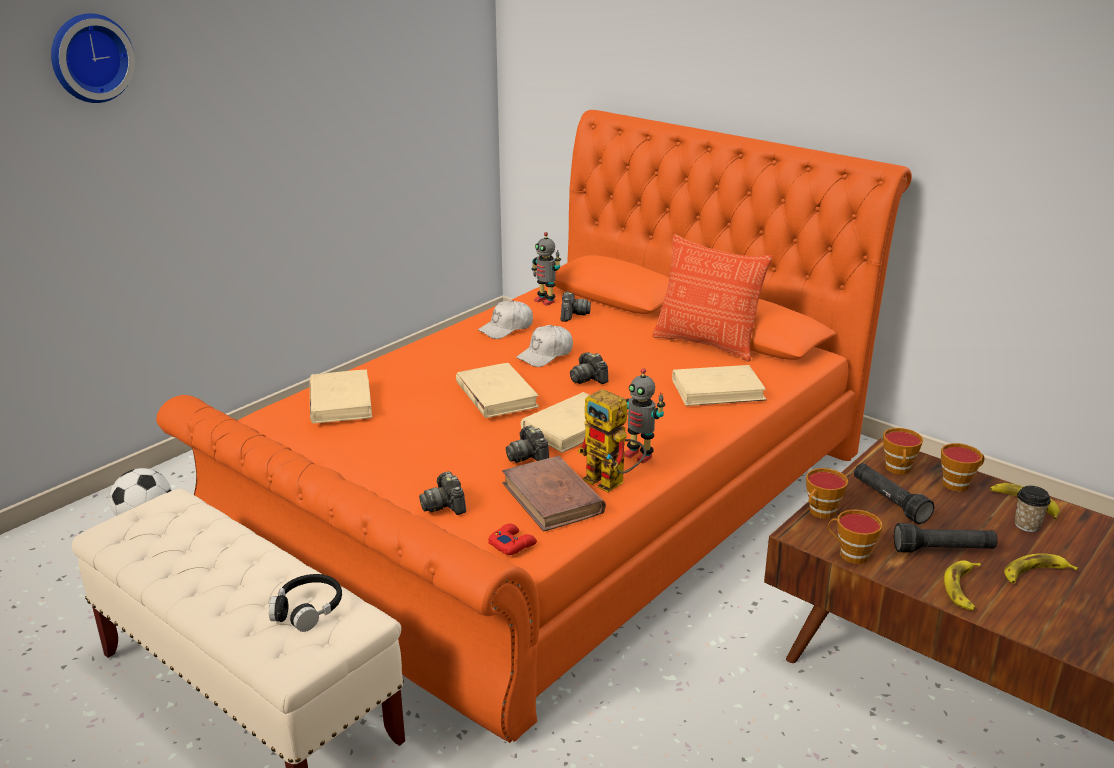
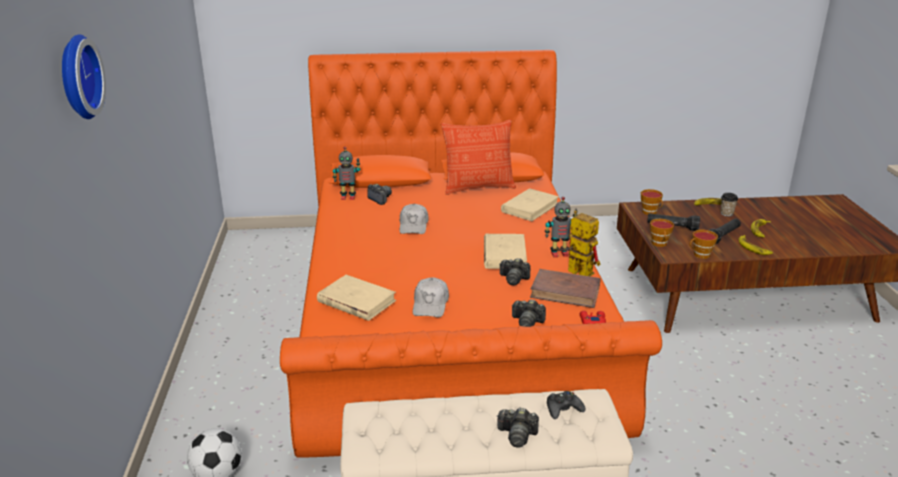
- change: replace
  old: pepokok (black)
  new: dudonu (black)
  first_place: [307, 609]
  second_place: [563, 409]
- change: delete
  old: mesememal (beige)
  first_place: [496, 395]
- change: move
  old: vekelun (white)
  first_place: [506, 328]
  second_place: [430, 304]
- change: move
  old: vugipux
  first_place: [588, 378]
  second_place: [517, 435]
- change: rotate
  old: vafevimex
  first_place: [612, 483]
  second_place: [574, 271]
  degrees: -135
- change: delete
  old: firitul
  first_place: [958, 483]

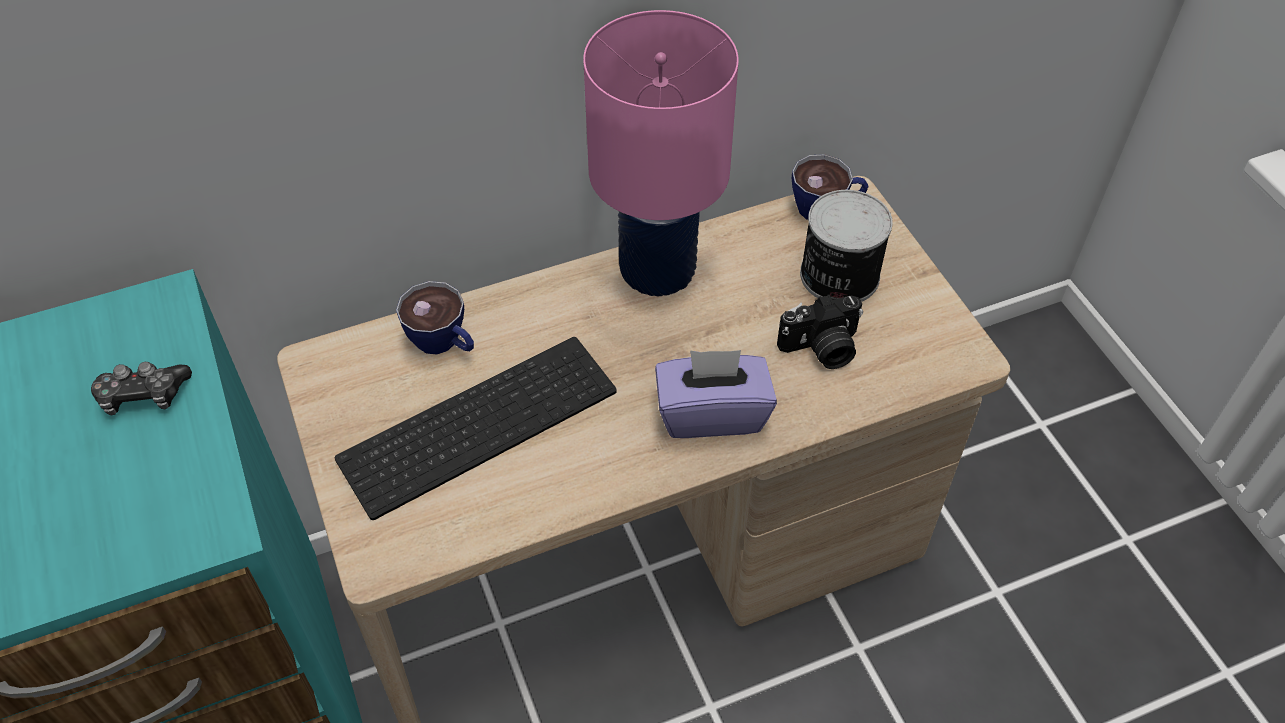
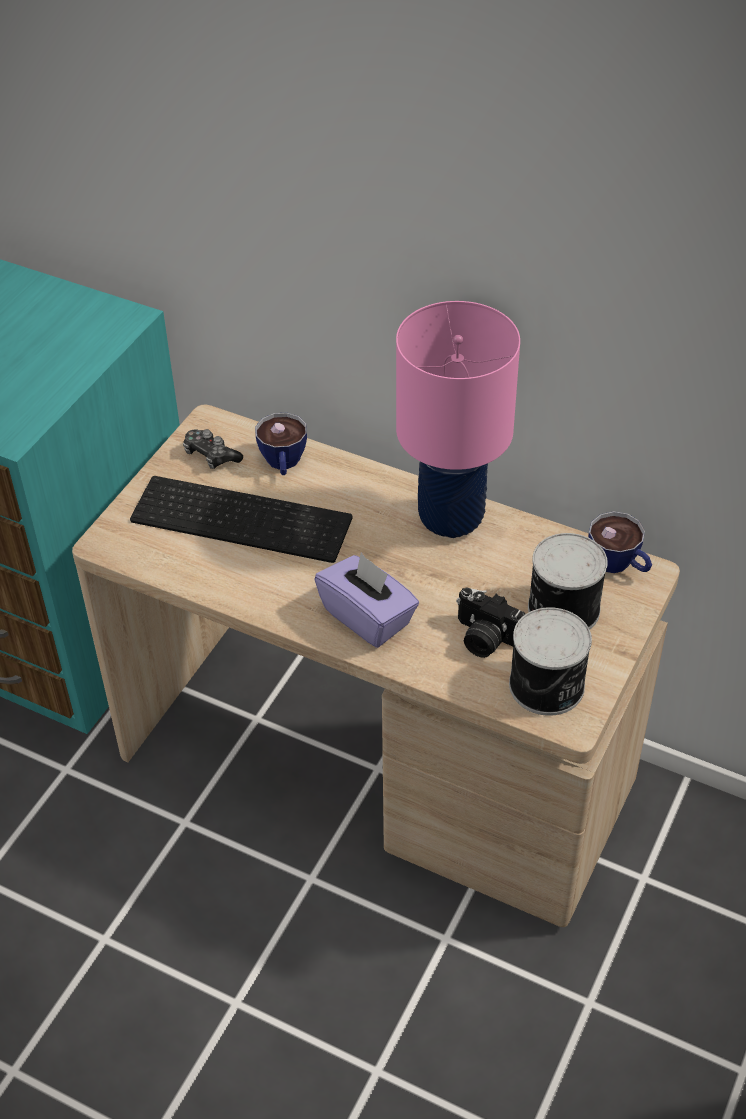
- change: move
  old: dudonu
  first_place: [143, 396]
  second_place: [211, 455]
- change: insert
  new: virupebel
  second_place: [548, 686]

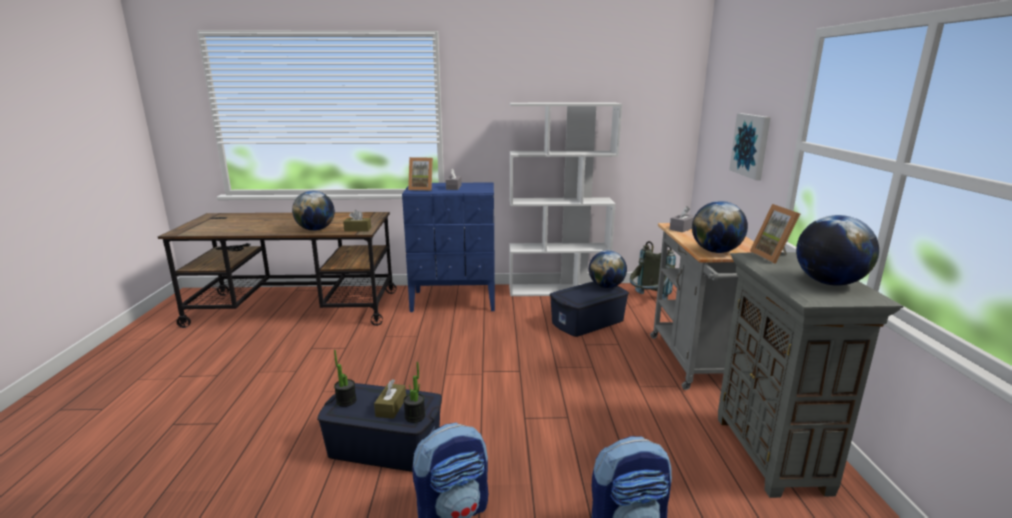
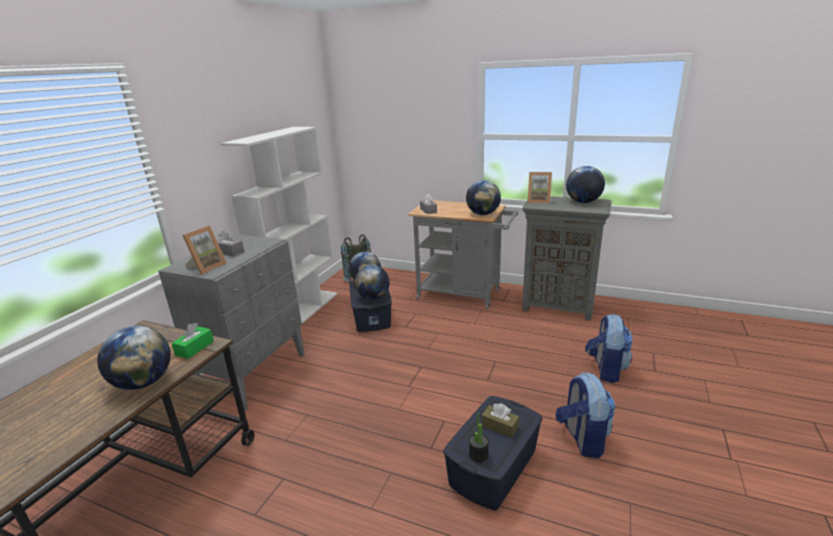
- change: recolor
  old: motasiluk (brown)
  new: motasiluk (green)
  first_place: [357, 229]
  second_place: [195, 348]
- change: recolor
  old: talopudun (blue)
  new: talopudun (grey)
  first_place: [454, 301]
  second_place: [255, 375]
- change: delete
  old: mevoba
  first_place: [415, 416]
- change: delete
  old: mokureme
  first_place: [751, 145]
- change: insert
  new: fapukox
  second_place: [373, 297]

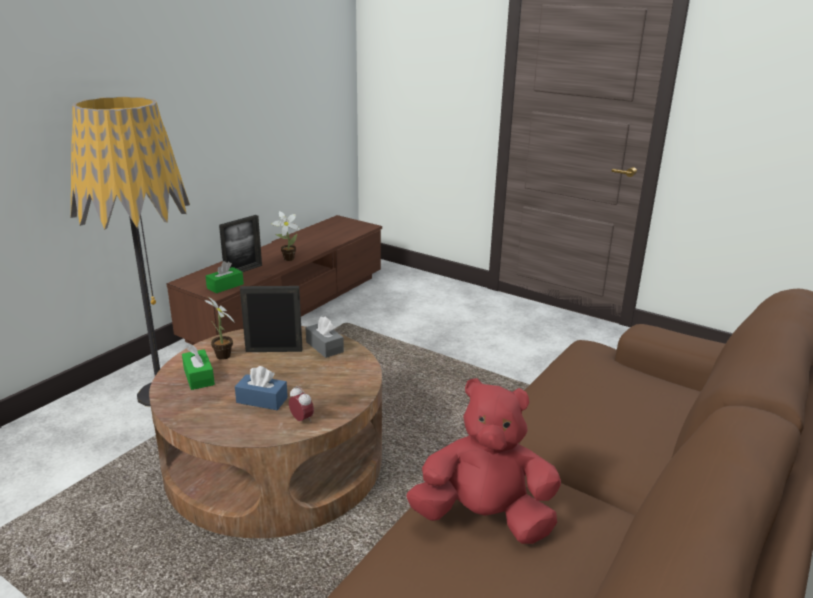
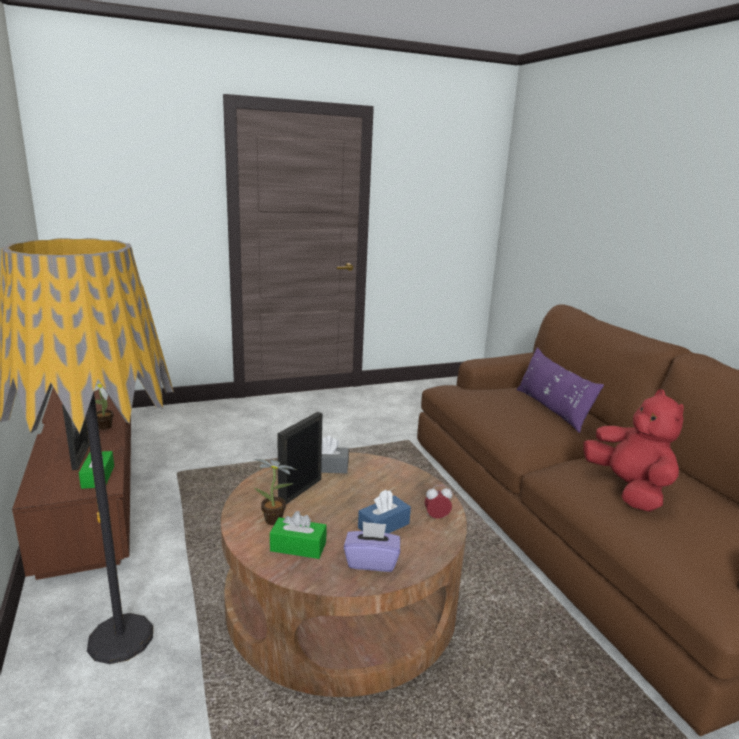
- change: rotate
  old: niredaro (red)
  first_place: [484, 518]
  second_place: [628, 489]
  degrees: 120
- change: insert
  new: motasiluk (purple)
  second_place: [371, 561]
- change: insert
  new: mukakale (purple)
  second_place: [551, 409]

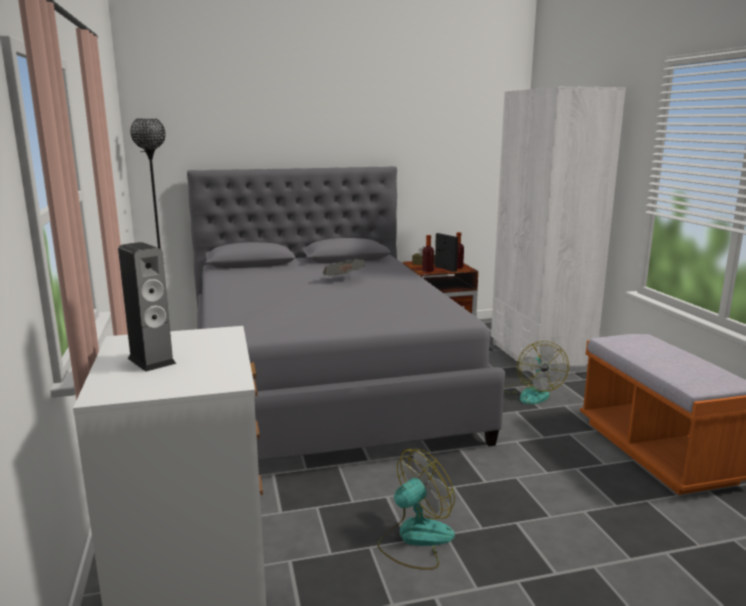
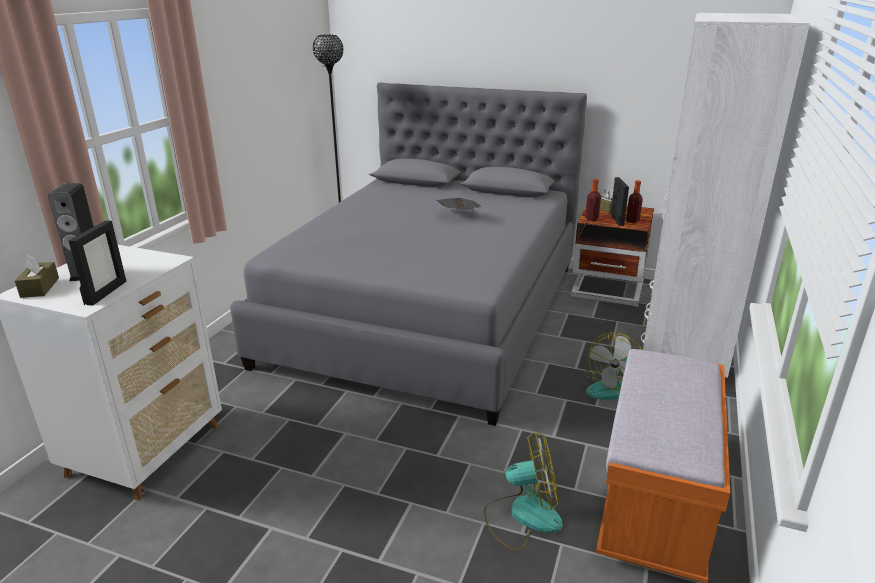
- change: move
  old: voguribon
  first_place: [415, 539]
  second_place: [522, 515]
- change: insert
  new: motasiluk (brown)
  second_place: [40, 287]
- change: insert
  new: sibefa
  second_place: [106, 292]

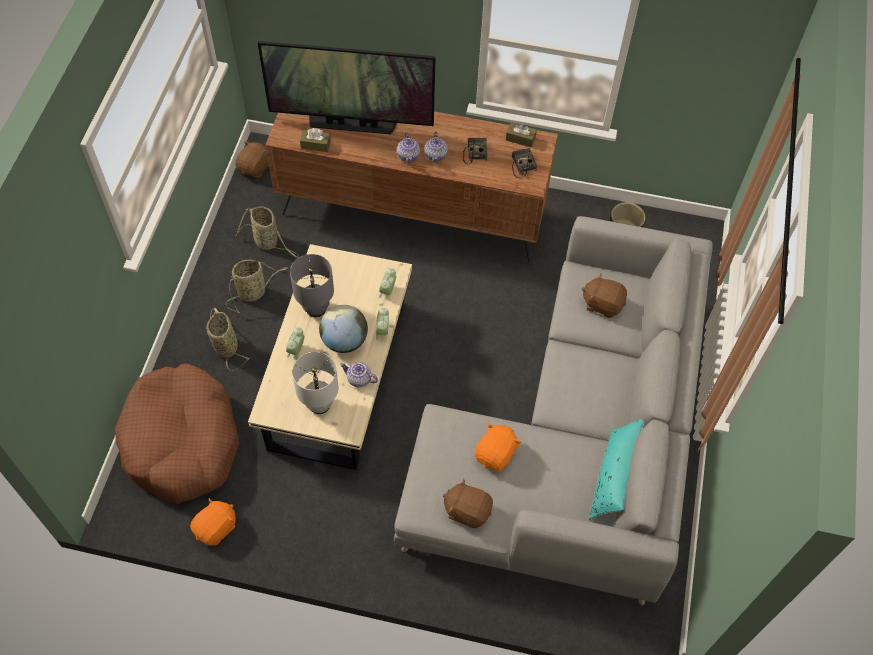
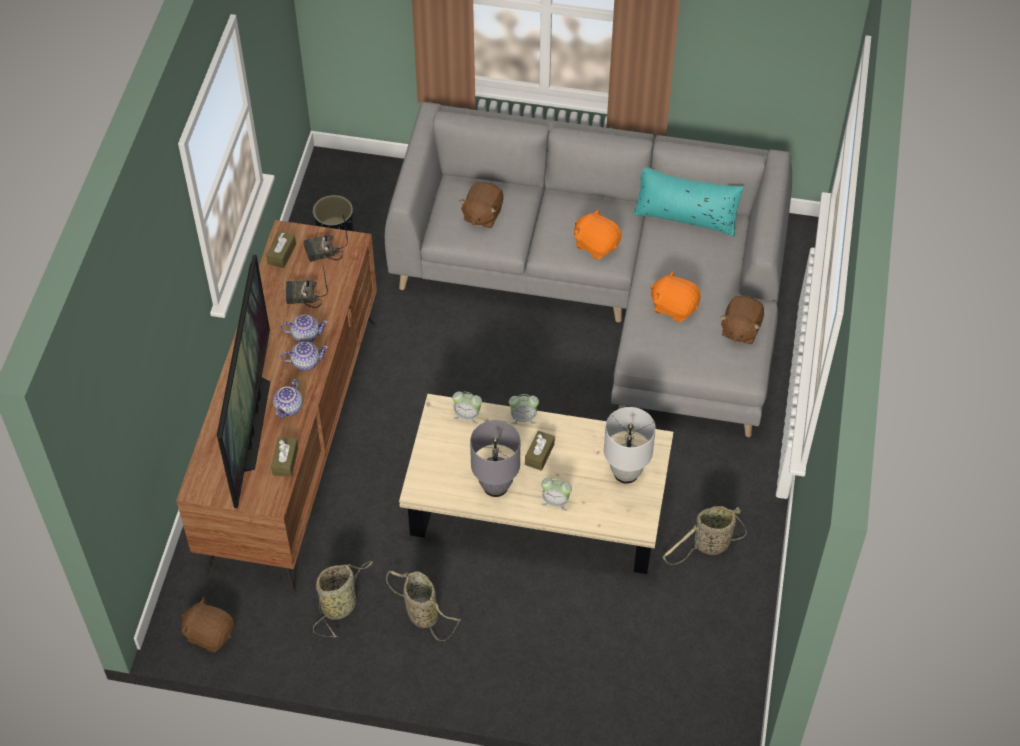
- change: delete
  old: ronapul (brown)
  first_place: [182, 441]
- change: move
  old: niredaro (orange)
  first_place: [216, 528]
  second_place: [596, 245]
- change: move
  old: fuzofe
  first_place: [225, 345]
  second_place: [709, 545]
- change: replace
  old: fapukox
  new: motasiluk (brown)
  first_place: [344, 341]
  second_place: [539, 454]
- change: move
  old: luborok
  first_place: [358, 379]
  second_place: [289, 408]

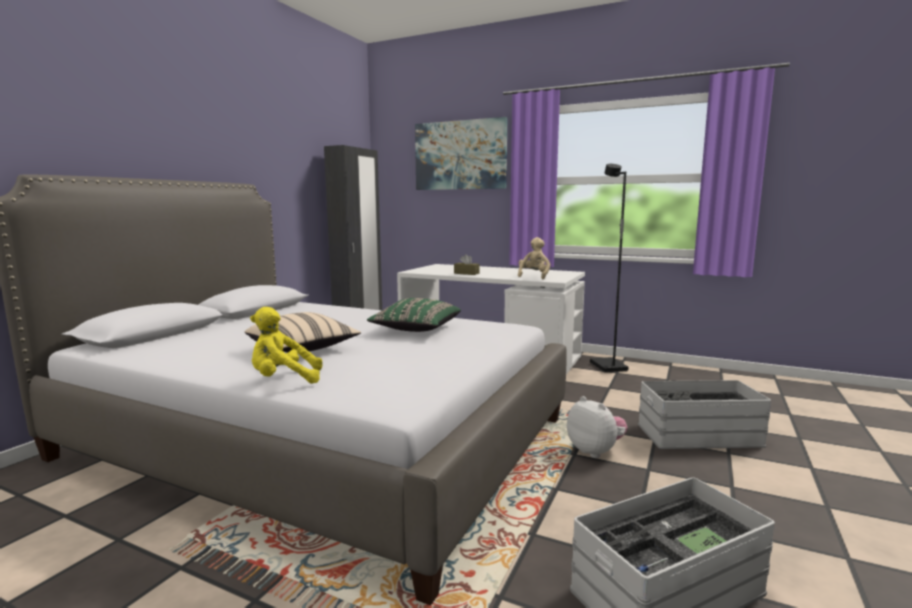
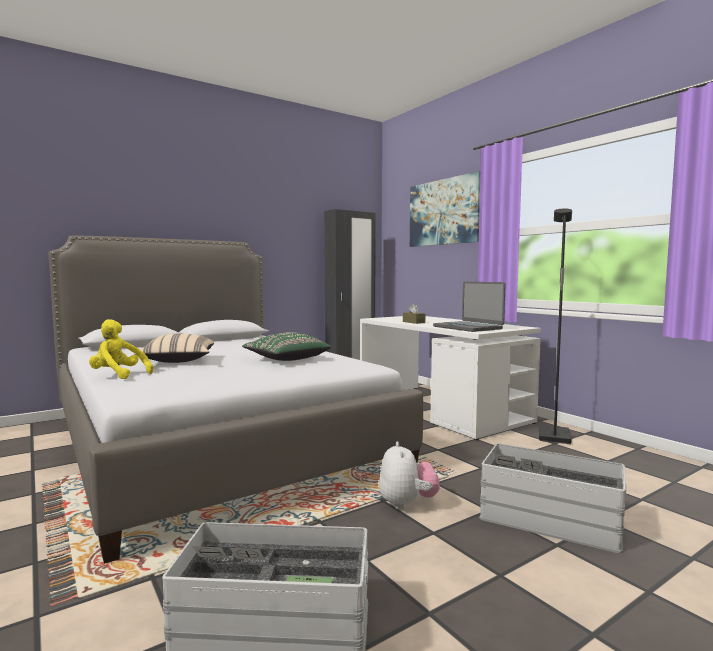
- change: replace
  old: niredaro (beige)
  new: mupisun
  first_place: [534, 276]
  second_place: [468, 327]

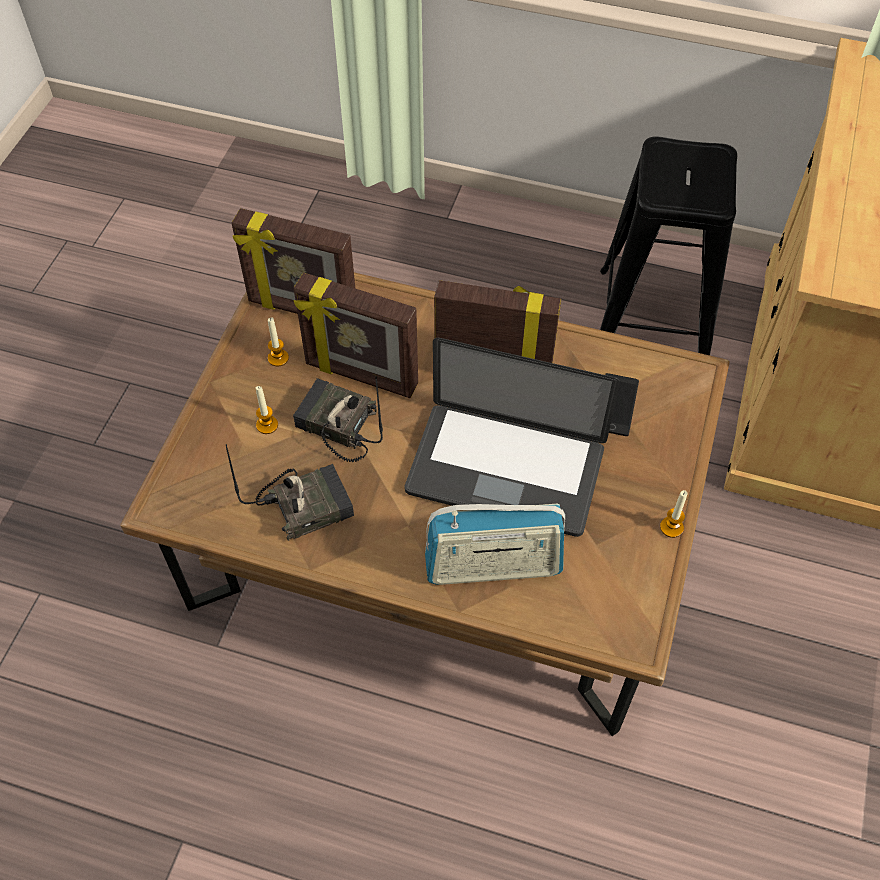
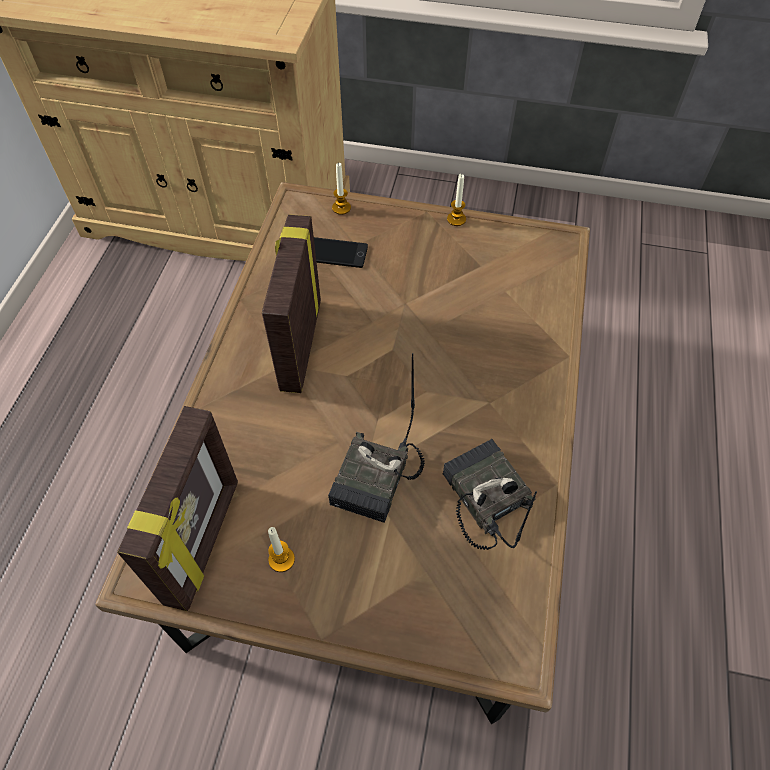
- change: move
  old: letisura
  first_place: [267, 425]
  second_place: [341, 208]
- change: delete
  old: sibefa
  first_place: [361, 376]
- change: delete
  old: mupisun
  first_place: [505, 470]
- change: delete
  old: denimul
  first_place: [493, 566]
- change: delete
  old: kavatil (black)
  first_place: [651, 322]

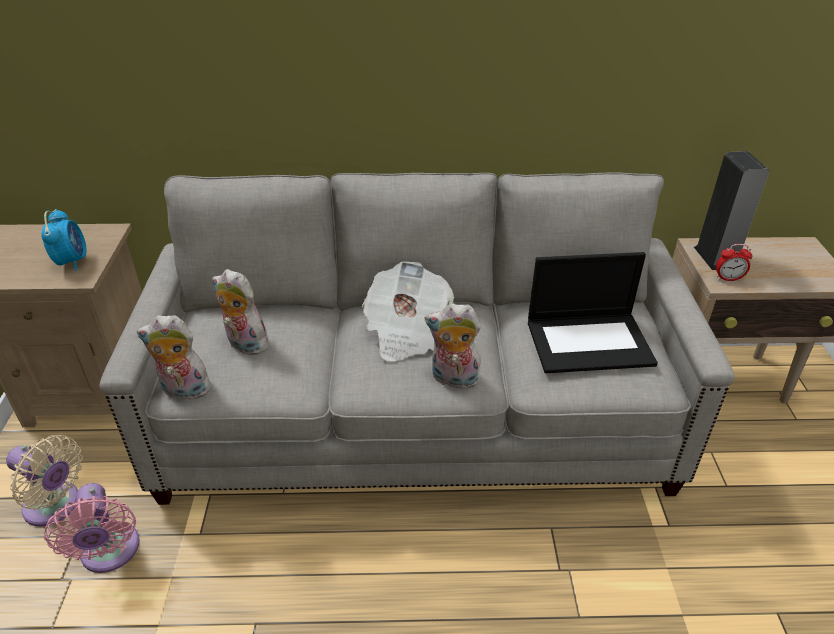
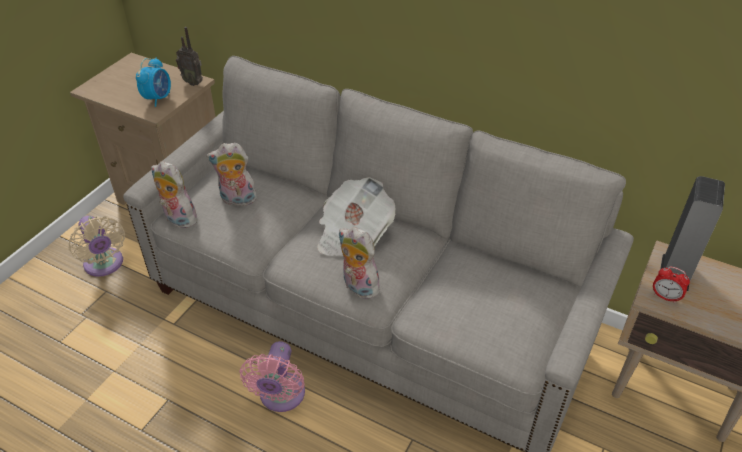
- change: move
  old: voguribon (pink)
  first_place: [110, 553]
  second_place: [280, 397]
- change: rotate
  old: niredaro
  first_place: [244, 344]
  second_place: [237, 200]
  degrees: -60
- change: delete
  old: mupisun
  first_place: [590, 342]
- change: insert
  new: denimul
  second_place: [193, 82]

